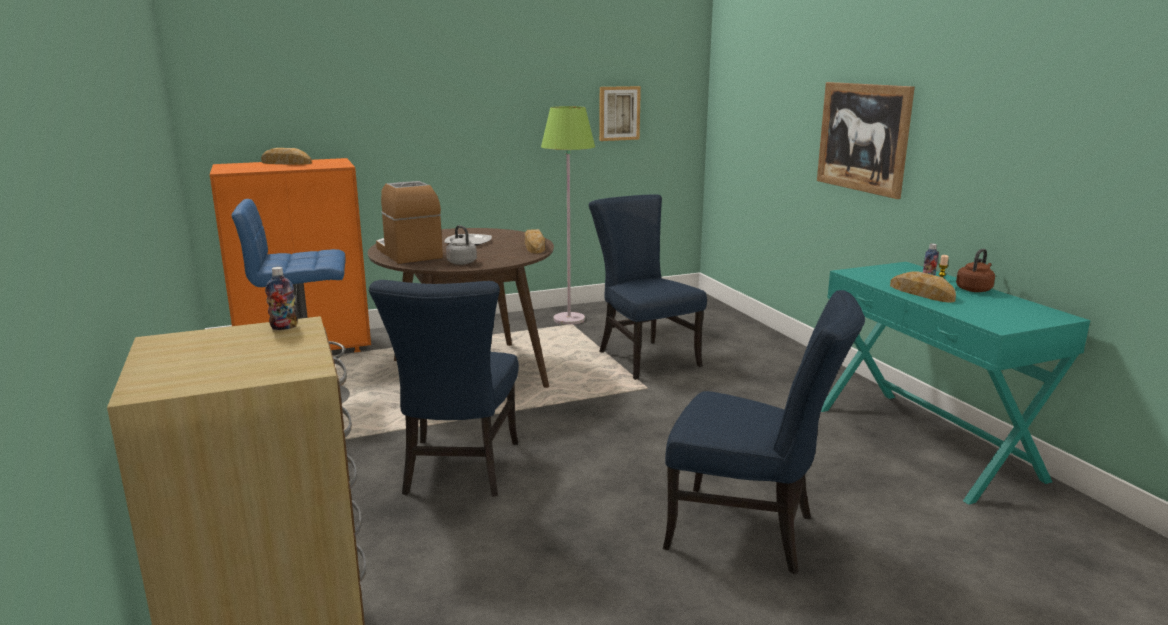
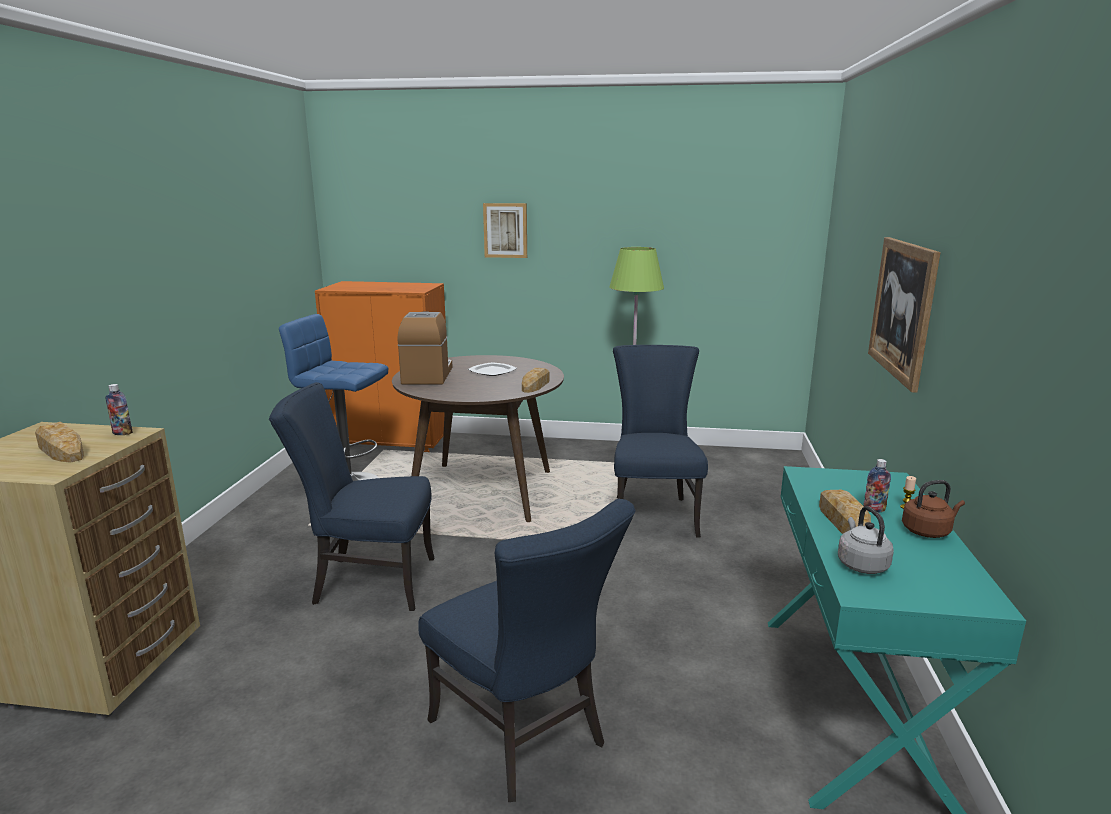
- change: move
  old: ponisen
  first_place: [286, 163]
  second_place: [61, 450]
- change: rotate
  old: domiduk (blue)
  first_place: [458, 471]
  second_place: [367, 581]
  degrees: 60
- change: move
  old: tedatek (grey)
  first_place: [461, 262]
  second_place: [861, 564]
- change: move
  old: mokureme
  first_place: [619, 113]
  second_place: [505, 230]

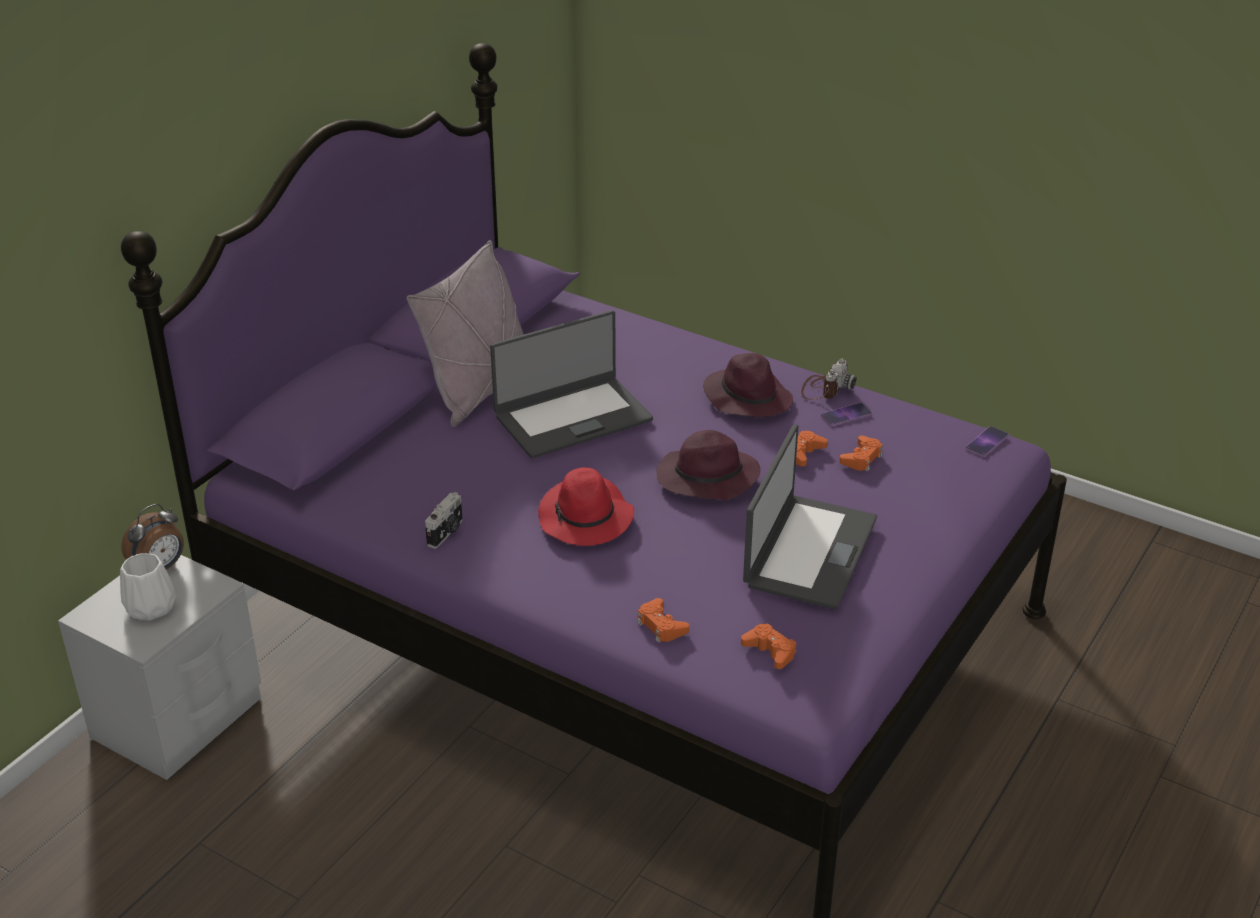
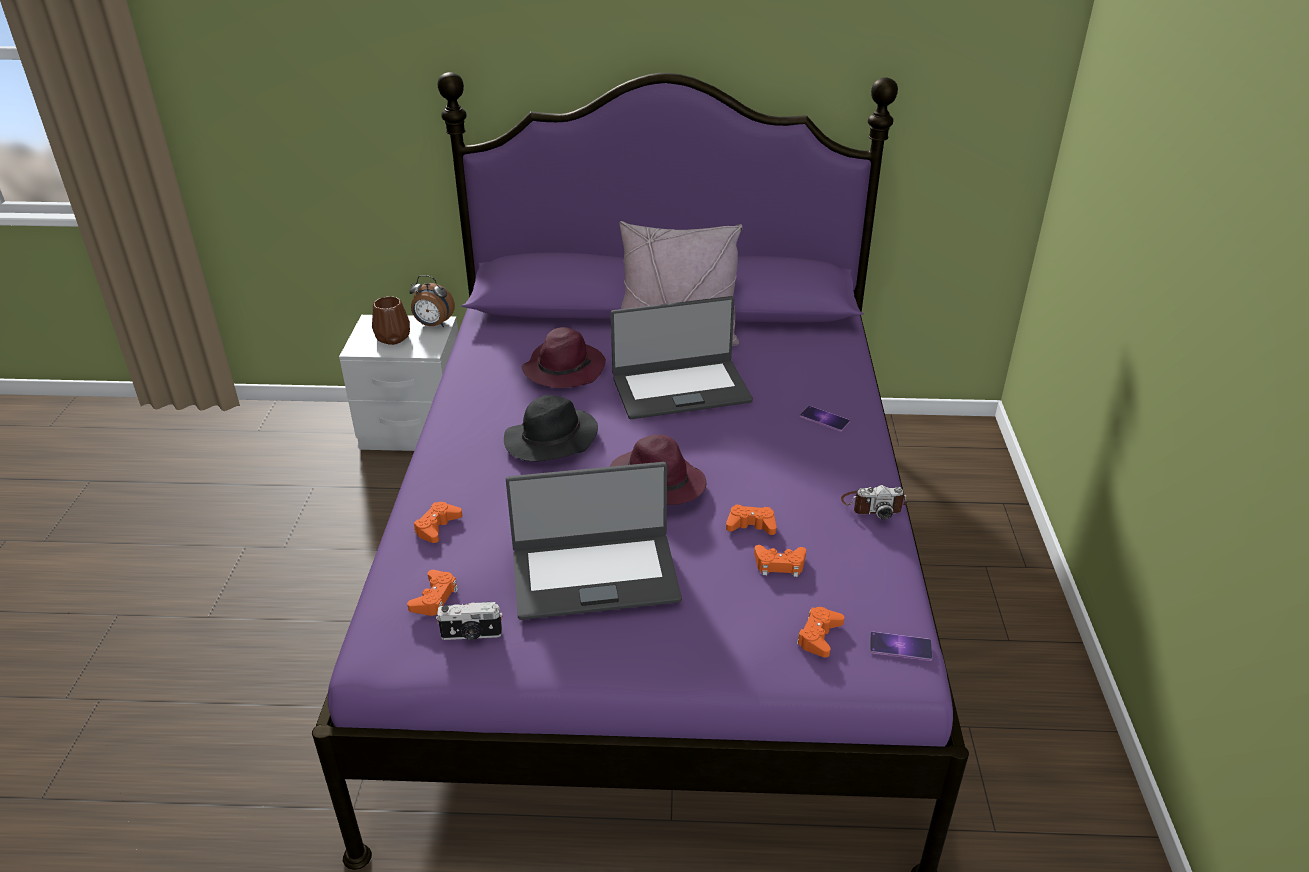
- change: recolor
  old: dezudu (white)
  new: dezudu (brown)
  first_place: [152, 607]
  second_place: [393, 337]
- change: move
  old: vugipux
  first_place: [446, 533]
  second_place: [471, 635]
- change: rotate
  old: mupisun
  first_place: [572, 417]
  second_place: [680, 389]
  degrees: -45
- change: recolor
  old: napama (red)
  new: napama (black)
  first_place: [586, 518]
  second_place: [550, 441]
- change: move
  old: napama (purple)
  first_place: [747, 397]
  second_place: [564, 368]
- change: move
  old: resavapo
  first_place: [846, 415]
  second_place: [824, 419]
- change: insert
  new: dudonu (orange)
  second_place: [819, 636]

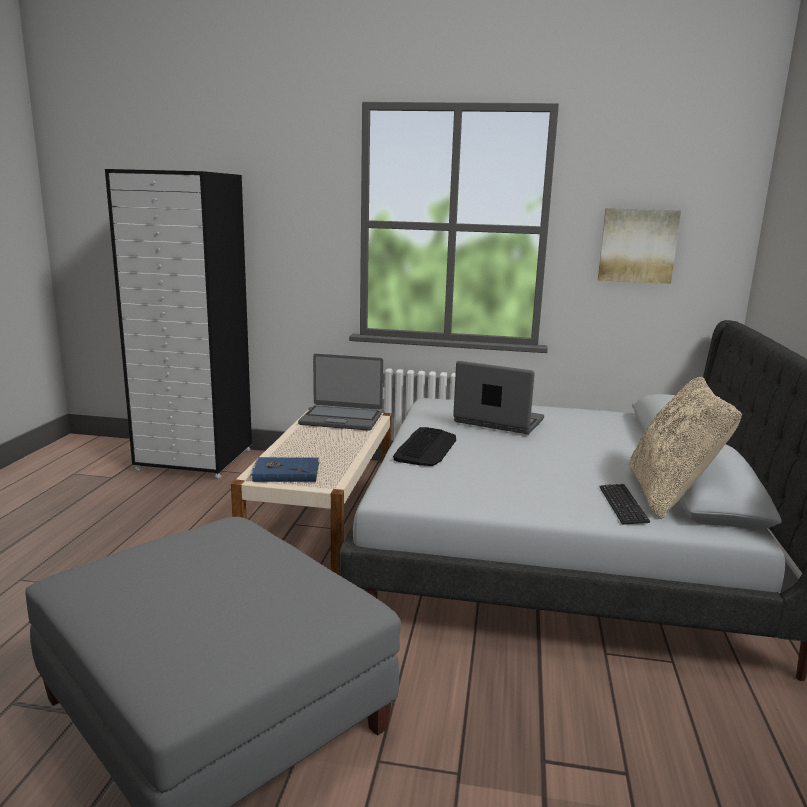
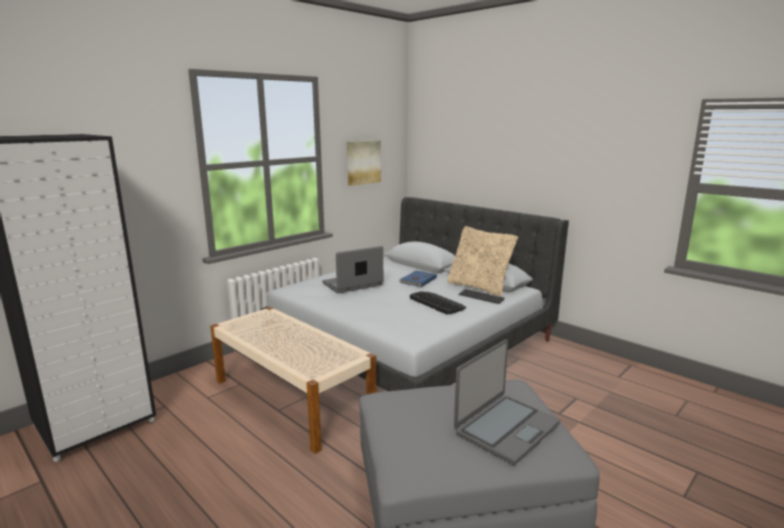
- change: move
  old: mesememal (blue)
  first_place: [286, 472]
  second_place: [417, 280]
- change: move
  old: mupisun
  first_place: [341, 419]
  second_place: [506, 428]
- change: move
  old: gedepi
  first_place: [426, 448]
  second_place: [437, 303]

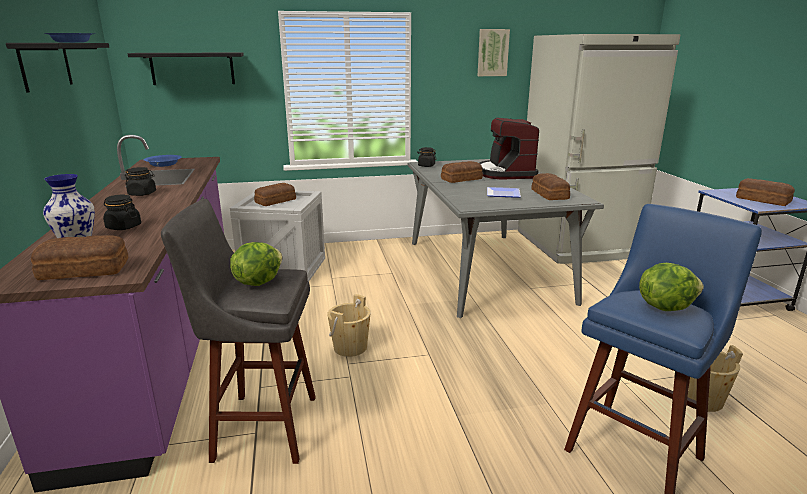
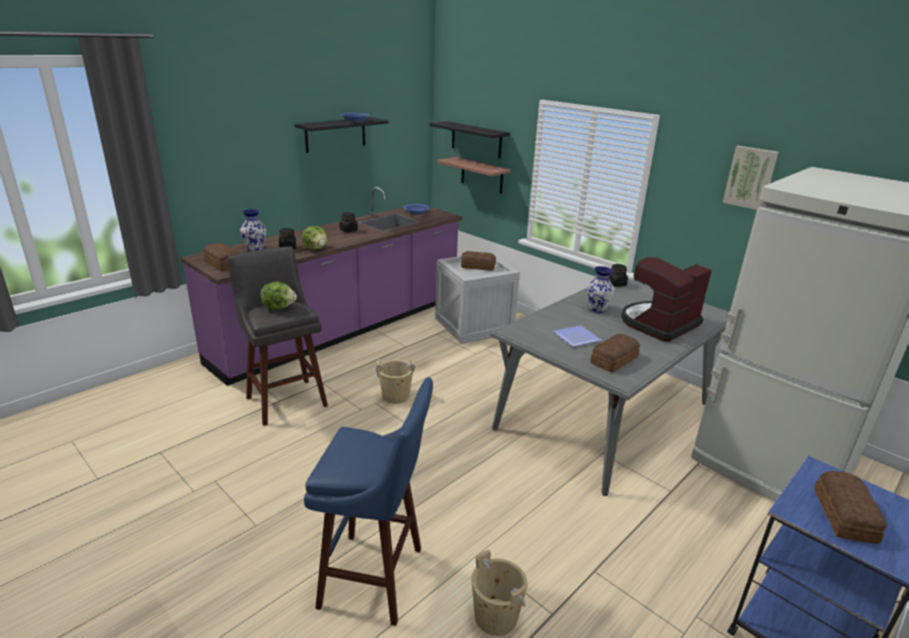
- change: replace
  old: ponisen
  new: dezudu
  first_place: [462, 179]
  second_place: [597, 309]
- change: move
  old: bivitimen
  first_place: [665, 306]
  second_place: [316, 249]
- change: insert
  new: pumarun
  second_place: [482, 175]

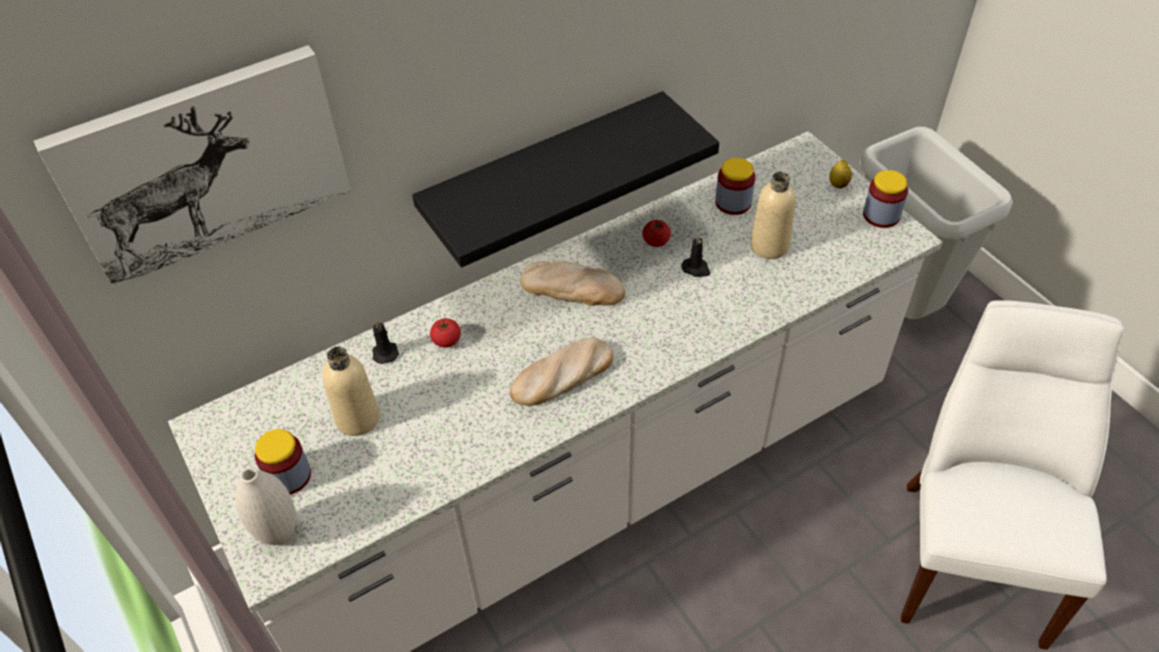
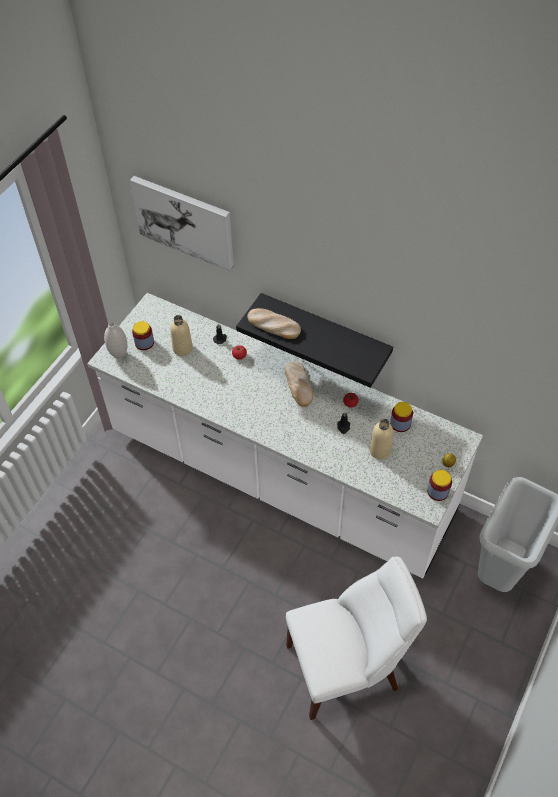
- change: move
  old: ponisen
  first_place: [562, 376]
  second_place: [273, 325]

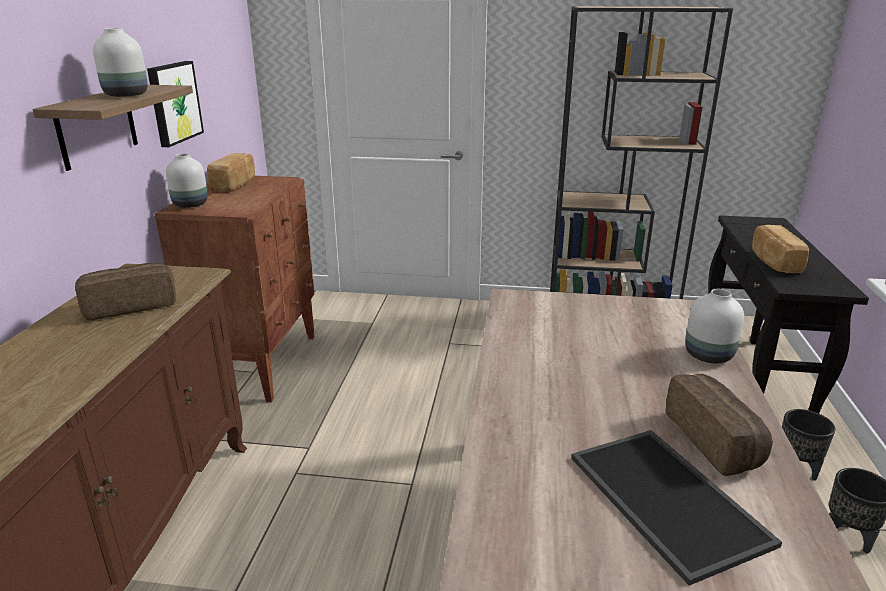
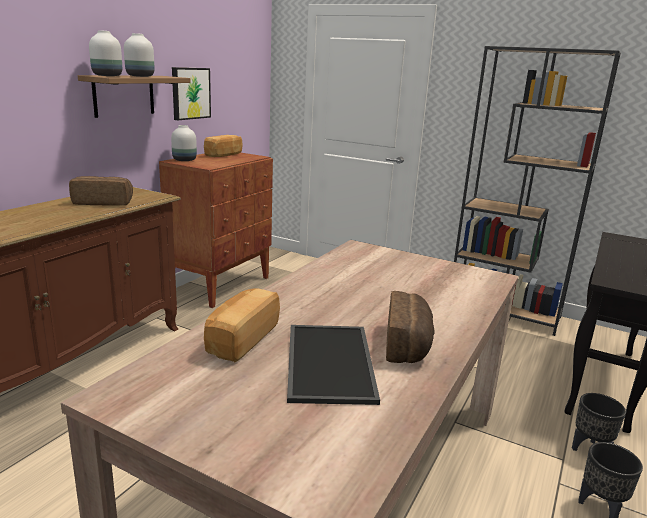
- change: move
  old: dezudu (white)
  first_place: [709, 356]
  second_place: [107, 76]
- change: move
  old: ponisen
  first_place: [774, 262]
  second_place: [241, 340]

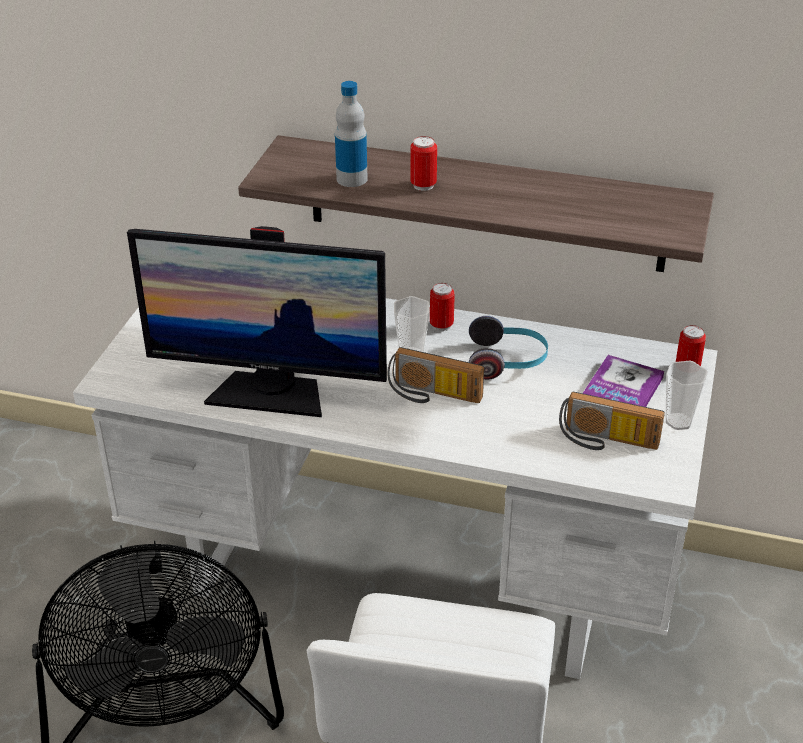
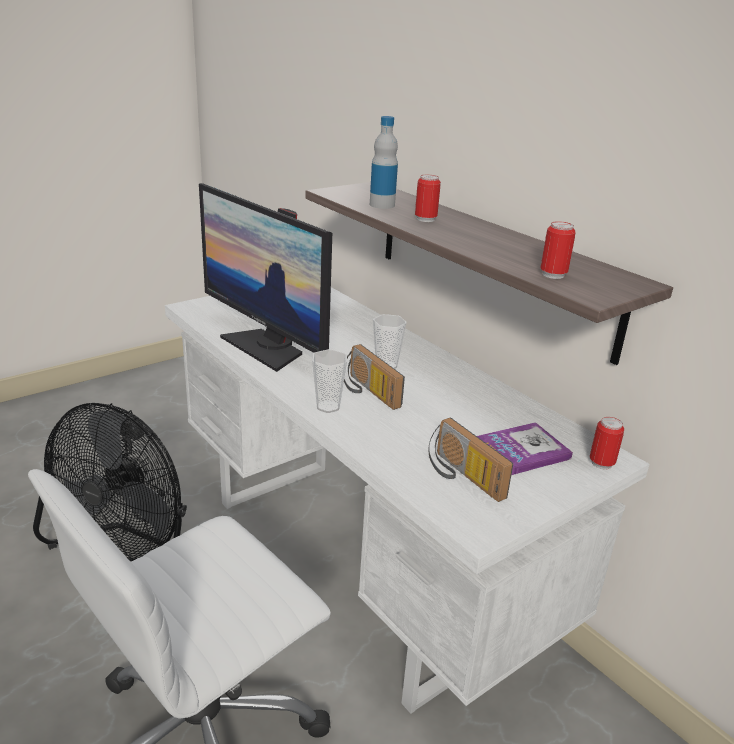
- change: move
  old: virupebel
  first_place: [441, 325]
  second_place: [553, 275]
- change: delete
  old: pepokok
  first_place: [507, 362]
- change: move
  old: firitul
  first_place: [678, 421]
  second_place: [328, 407]

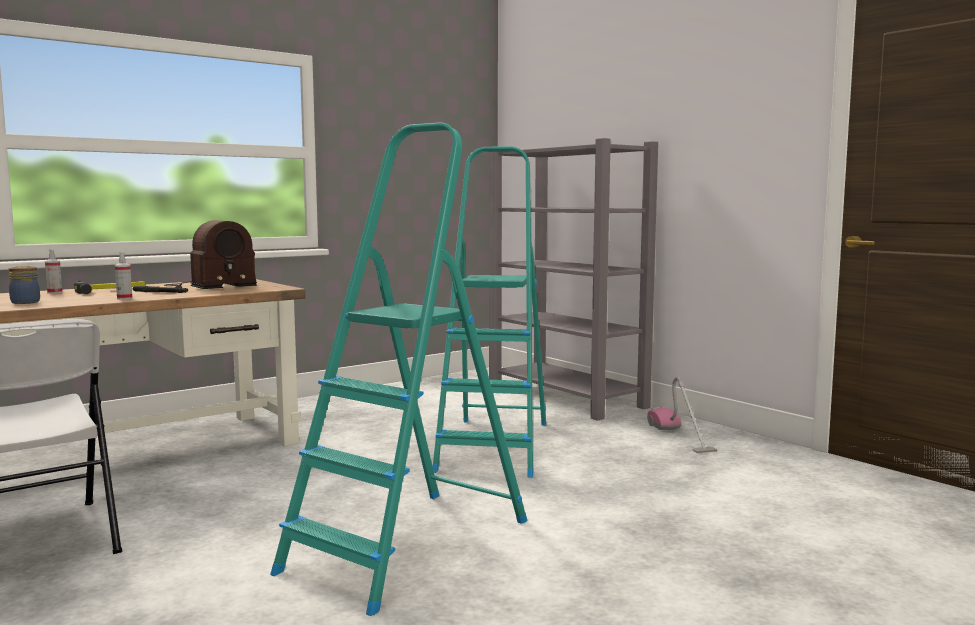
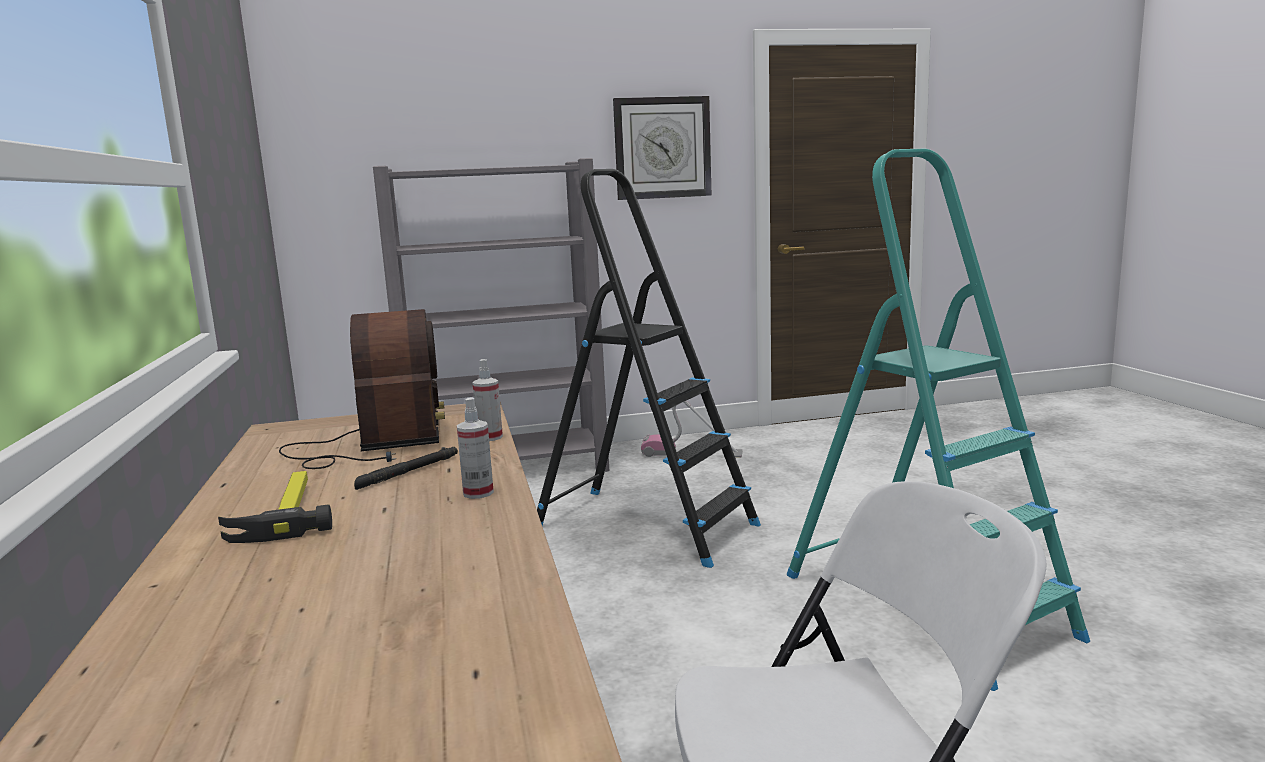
- change: delete
  old: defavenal
  first_place: [25, 302]
- change: move
  old: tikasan
  first_place: [54, 292]
  second_place: [490, 437]
- change: recolor
  old: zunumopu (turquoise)
  new: zunumopu (black)
  first_place: [494, 446]
  second_place: [646, 526]
- change: insert
  new: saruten
  second_place: [662, 148]

